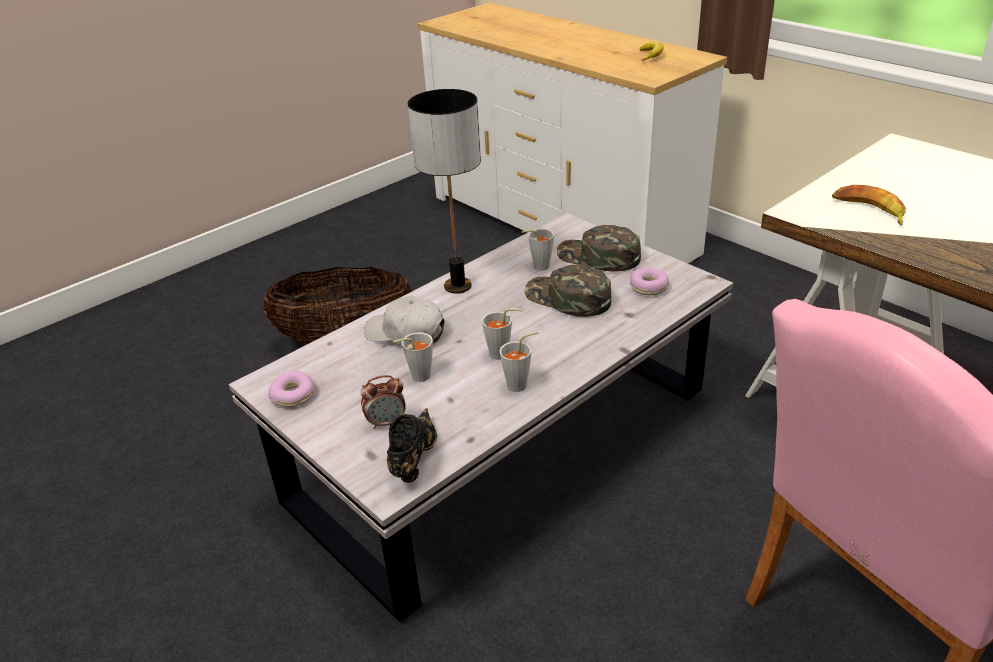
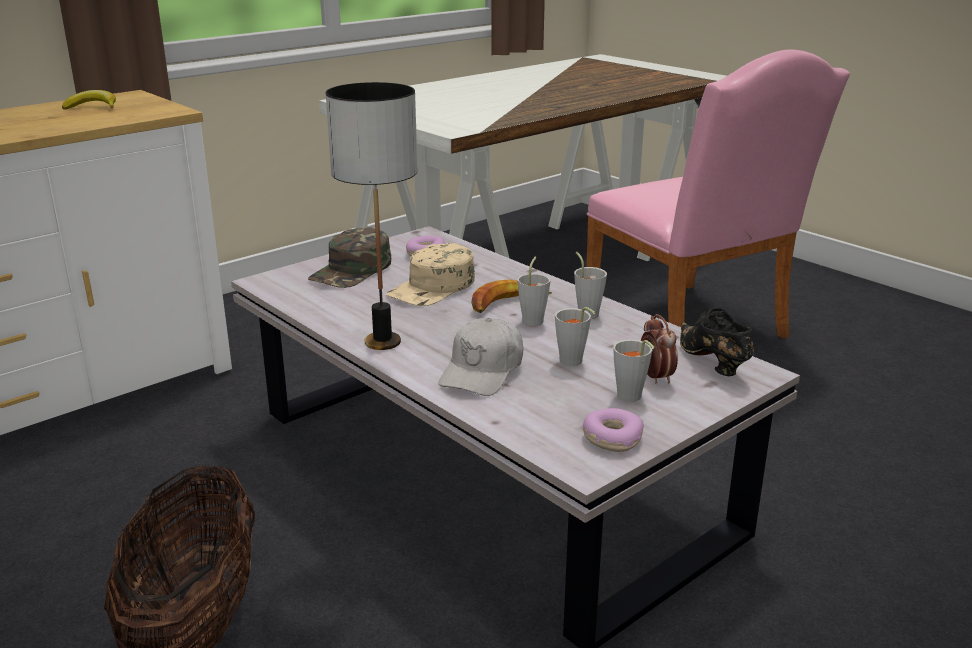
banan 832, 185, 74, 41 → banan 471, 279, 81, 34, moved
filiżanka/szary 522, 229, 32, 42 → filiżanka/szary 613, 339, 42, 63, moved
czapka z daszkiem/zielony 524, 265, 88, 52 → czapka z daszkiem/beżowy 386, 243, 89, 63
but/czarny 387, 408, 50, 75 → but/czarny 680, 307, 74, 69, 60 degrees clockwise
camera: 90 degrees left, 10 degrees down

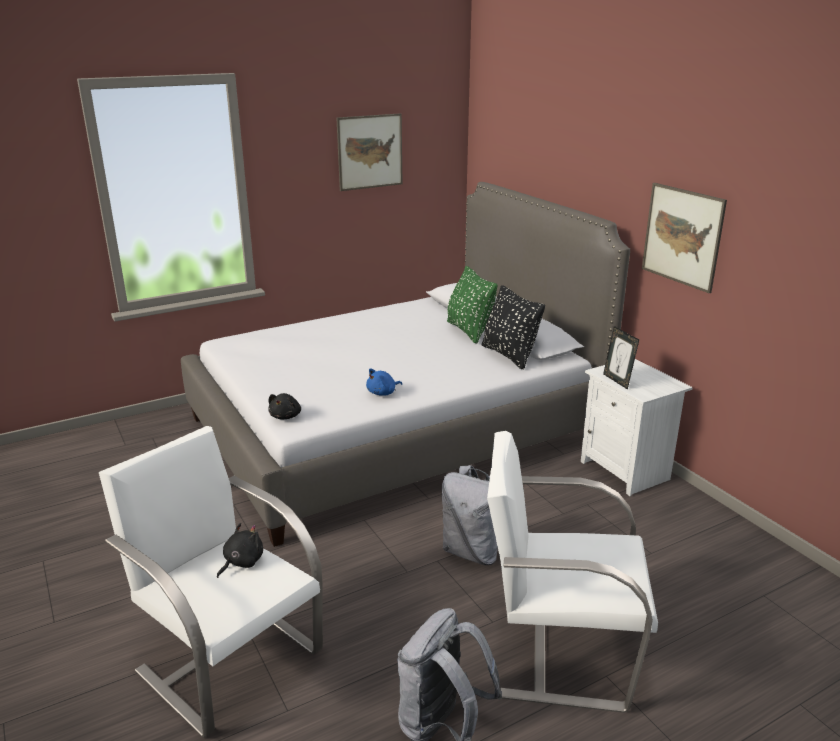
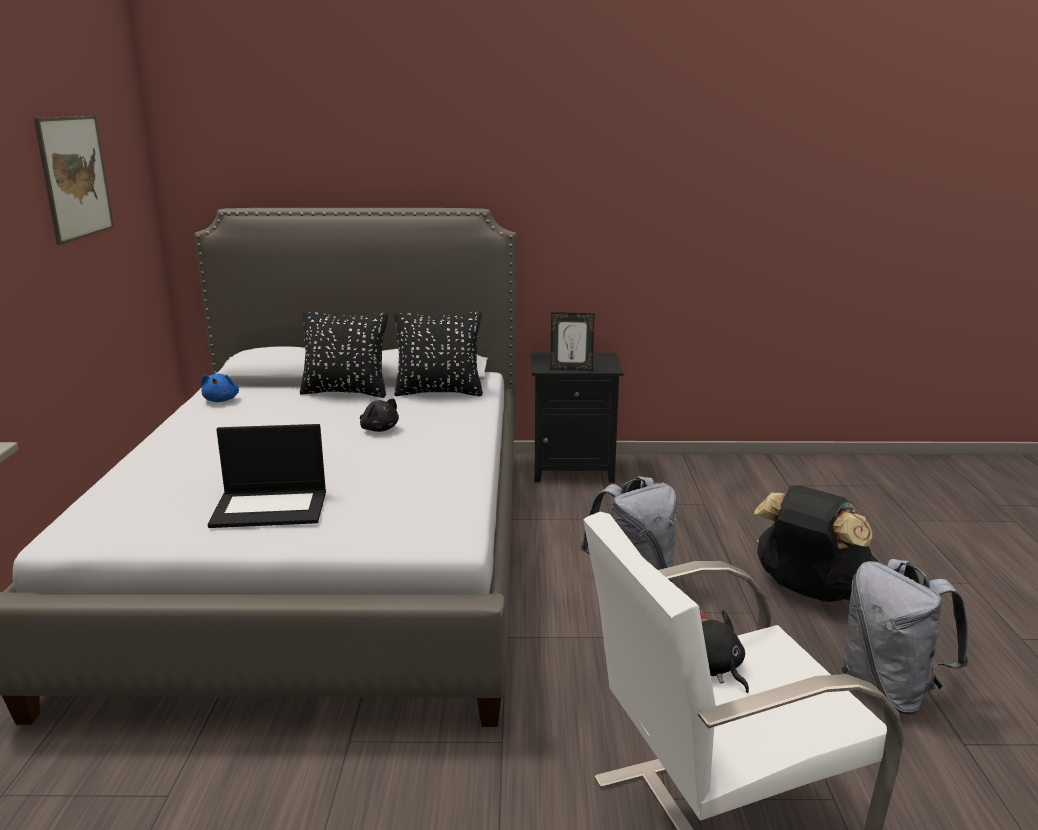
obraz 642, 183, 85, 110 → -
poduszka/zielony 447, 266, 50, 78 → poduszka/czarny 300, 311, 88, 87
szafka nocna/biały 581, 359, 112, 137 → szafka nocna/czarny 531, 353, 92, 129
pluszak/niebieski 366, 368, 36, 28 → pluszak/niebieski 201, 373, 38, 29, moved
pluszak/czarny 269, 393, 32, 27 → pluszak/czarny 360, 399, 39, 33, moved
fotel/biały 487, 431, 171, 282 → plecak/czarny 754, 485, 124, 117
- → laptop 208, 424, 118, 104
camera: 60 degrees left, 5 degrees down

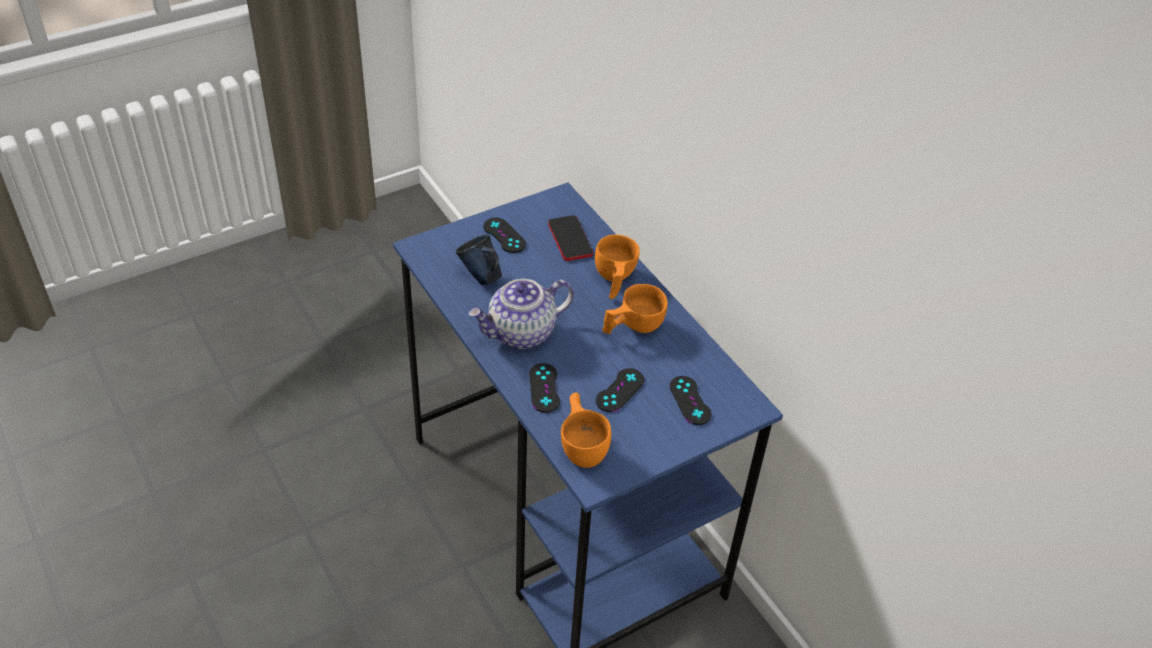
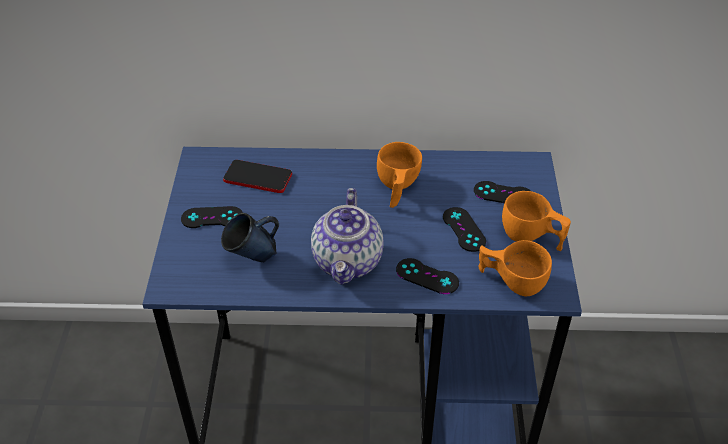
filiżanka/pomarańczowy 595, 235, 45, 64 → filiżanka/pomarańczowy 502, 191, 69, 60, moved
camera: 55 degrees left, 0 degrees up

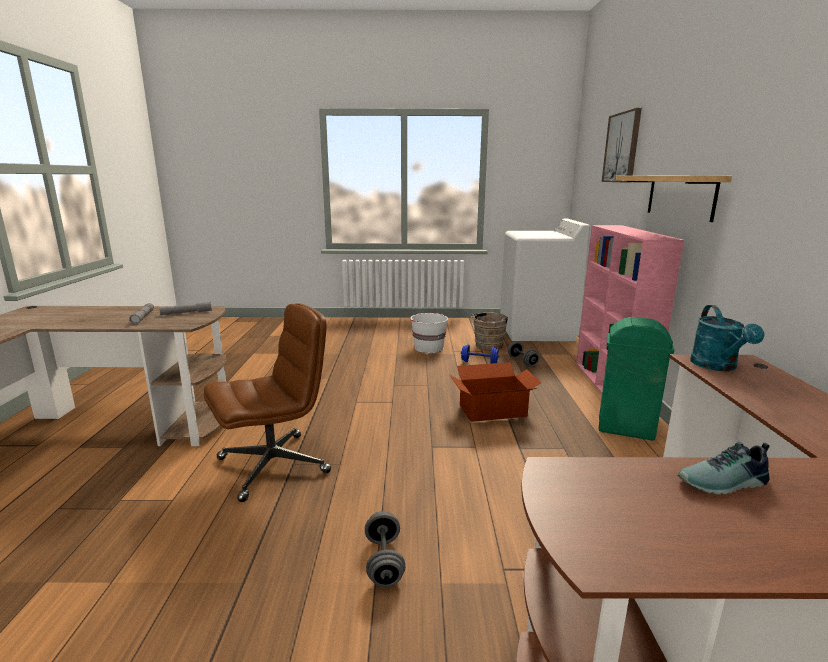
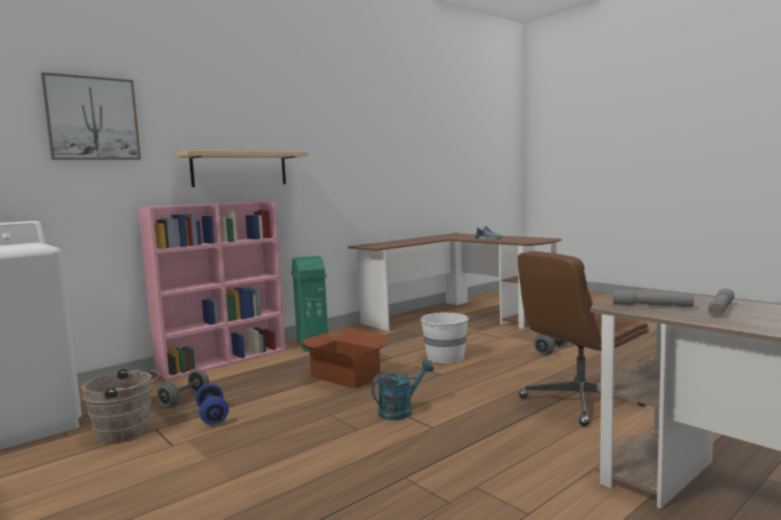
krzesło biurowe/brązowy 204, 303, 127, 199 → krzesło biurowe/brązowy 518, 251, 131, 176, 45 degrees counterclockwise
konewka/turkusowy 690, 305, 74, 66 → konewka/turkusowy 371, 360, 63, 60, moved
wiadro/biały 409, 313, 39, 40 → wiadro/biały 420, 312, 50, 51, moved
camera: 130 degrees left, 10 degrees down

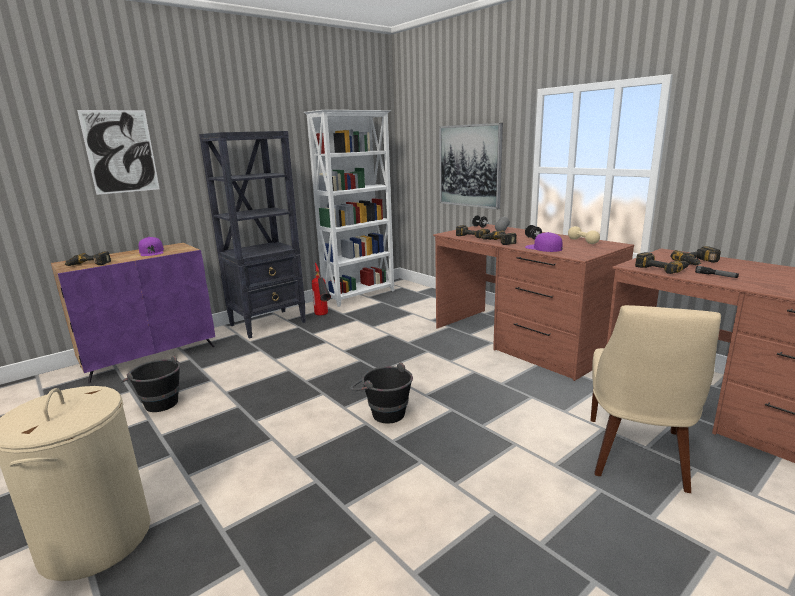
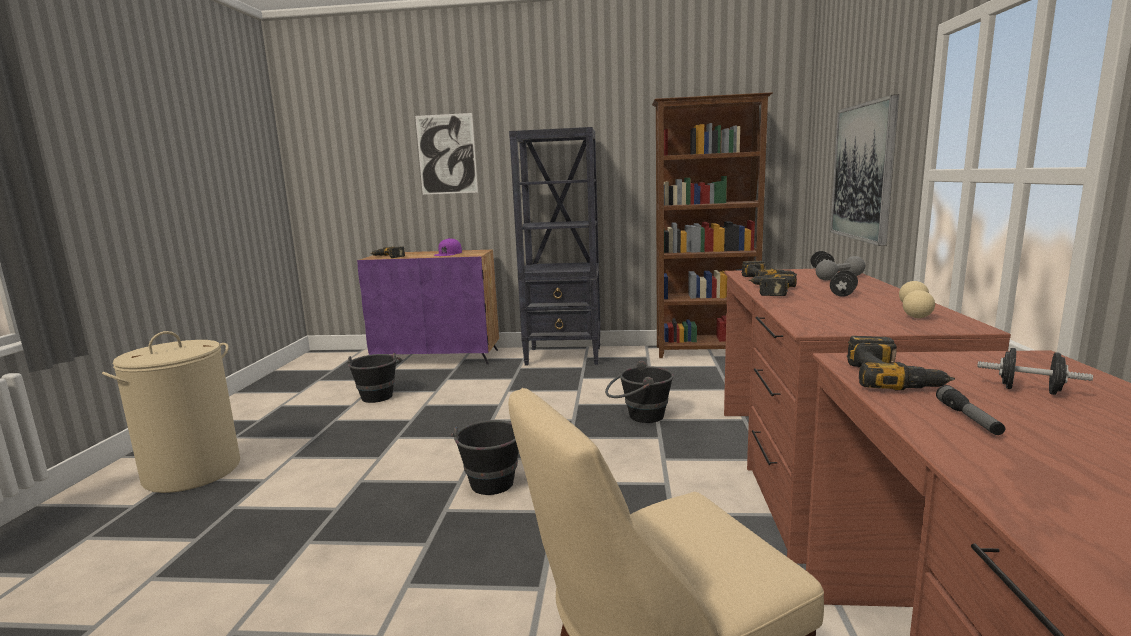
regał/biały 304, 110, 90, 197 → regał/brązowy 652, 92, 121, 266
czapka z daszkiem/fioletowy 525, 232, 38, 20 → -
wiertarka 671, 246, 50, 19 → hantel/czarny 977, 348, 116, 47
gaśnica 312, 263, 19, 53 → -
- → wiadro/czarny 605, 361, 69, 62
camera: 45 degrees right, 5 degrees down

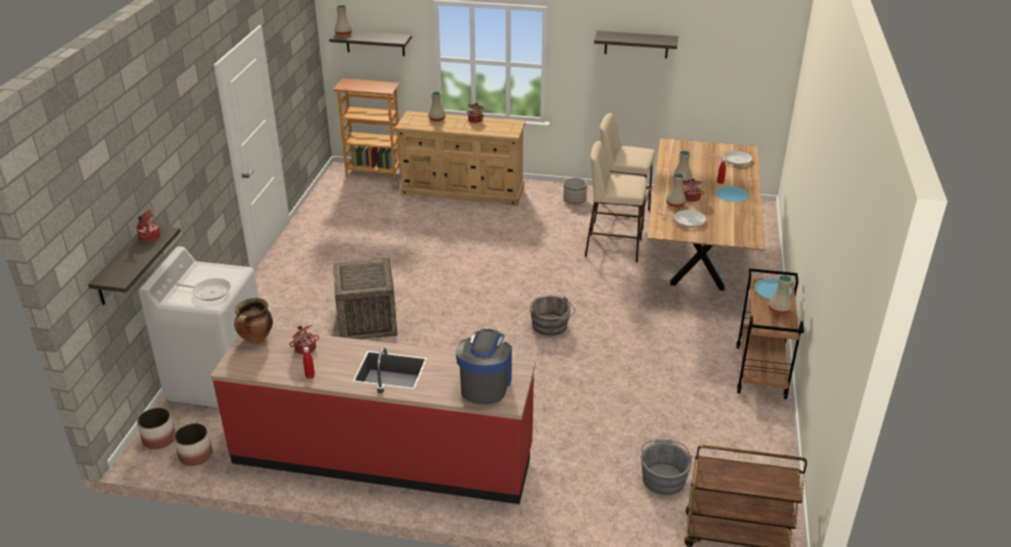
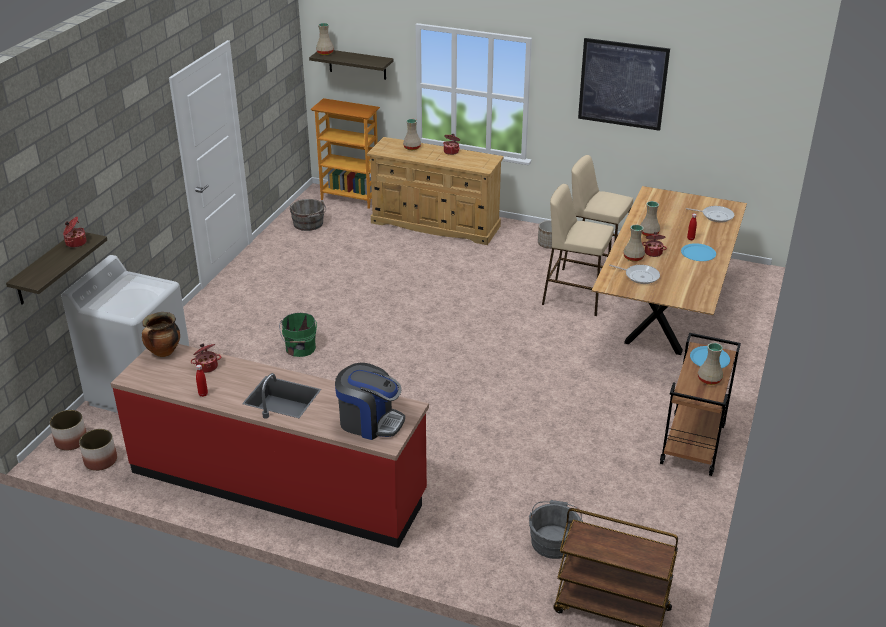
półka 594, 31, 84, 27 → obraz 578, 38, 92, 93
skrzynka 333, 258, 65, 82 → wiadro/zielony 279, 313, 38, 44
patelnia 176, 278, 55, 23 → -
wiadro/szary 530, 295, 45, 41 → wiadro/szary 290, 199, 36, 32, moved
ekspres do kawy 456, 329, 56, 76 → ekspres do kawy 335, 363, 70, 77, 90 degrees clockwise
camera: 10 degrees right, 0 degrees up

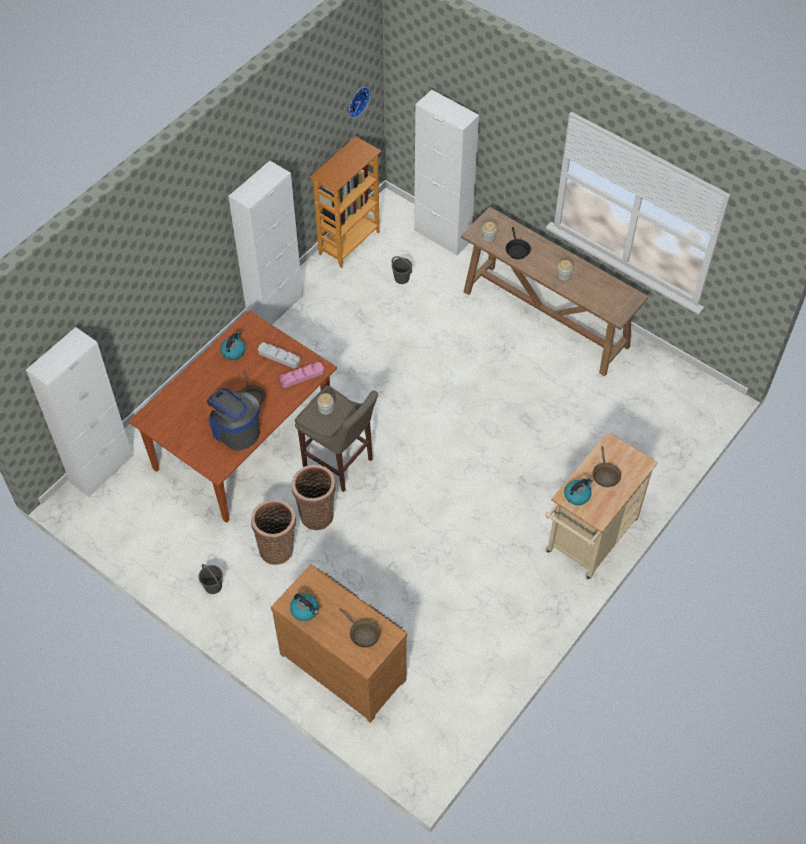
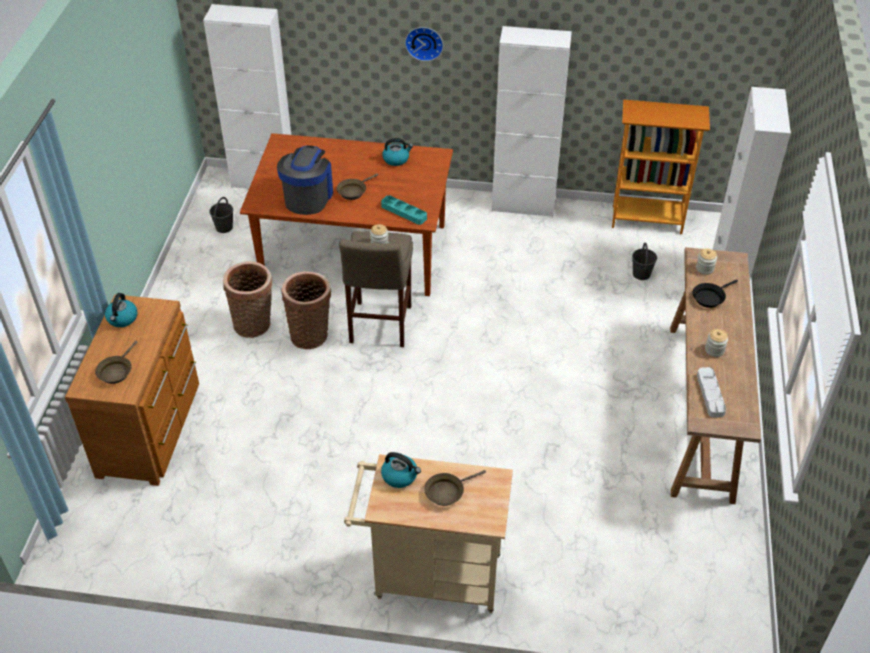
zegar ścienny 349, 87, 21, 31 → zegar ścienny 405, 27, 38, 34, moved
taca/szary 258, 342, 42, 26 → taca/szary 697, 367, 29, 51, moved
taca/różowy 280, 362, 44, 26 → taca/turkusowy 381, 195, 46, 30
wiadro/szary 198, 564, 25, 30 → wiadro/szary 209, 197, 24, 36, moved
camera: 60 degrees right, 10 degrees down

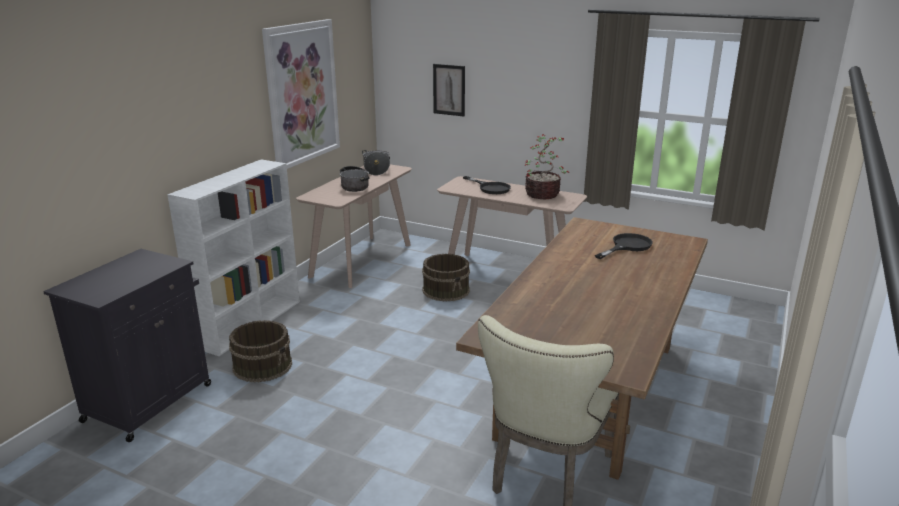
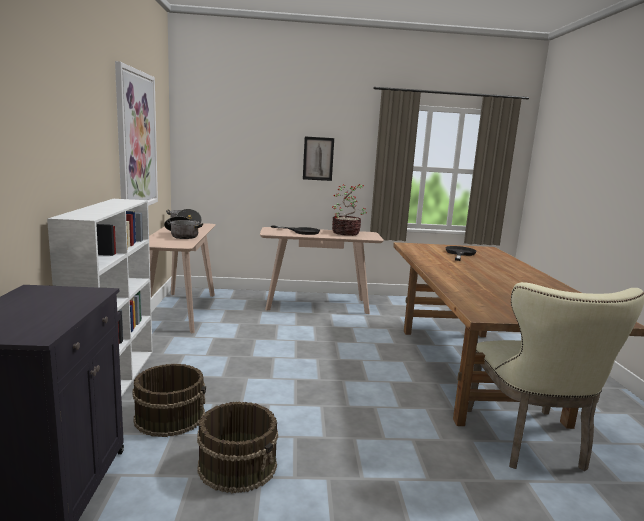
obraz 433, 64, 32, 53 → obraz 303, 136, 31, 45, moved
wiadro/brązowy 422, 254, 48, 48 → wiadro/brązowy 197, 402, 81, 91, moved
camera: 30 degrees left, 10 degrees down

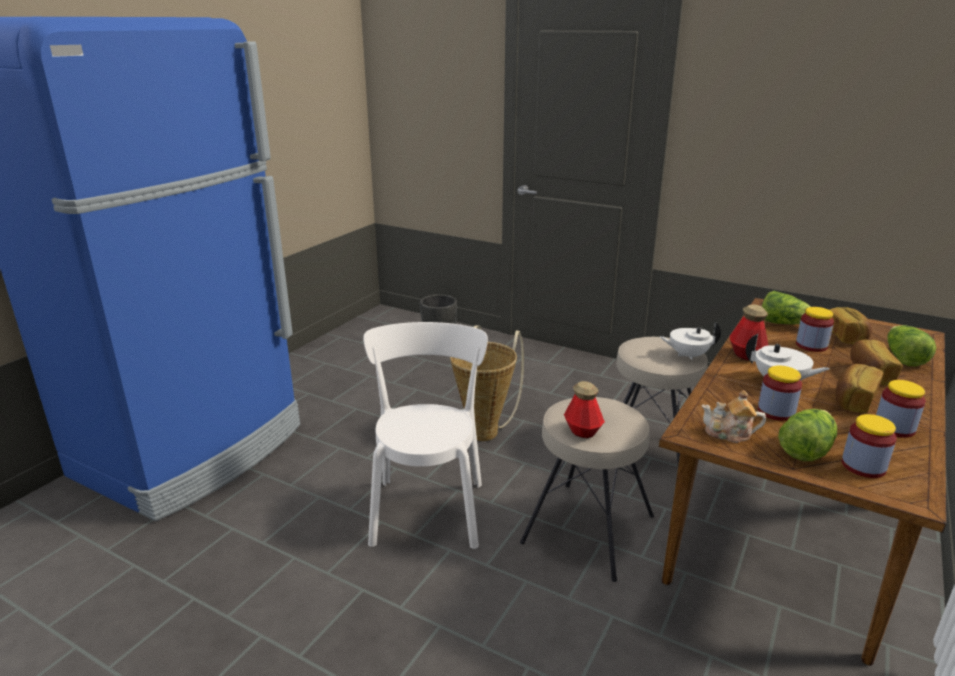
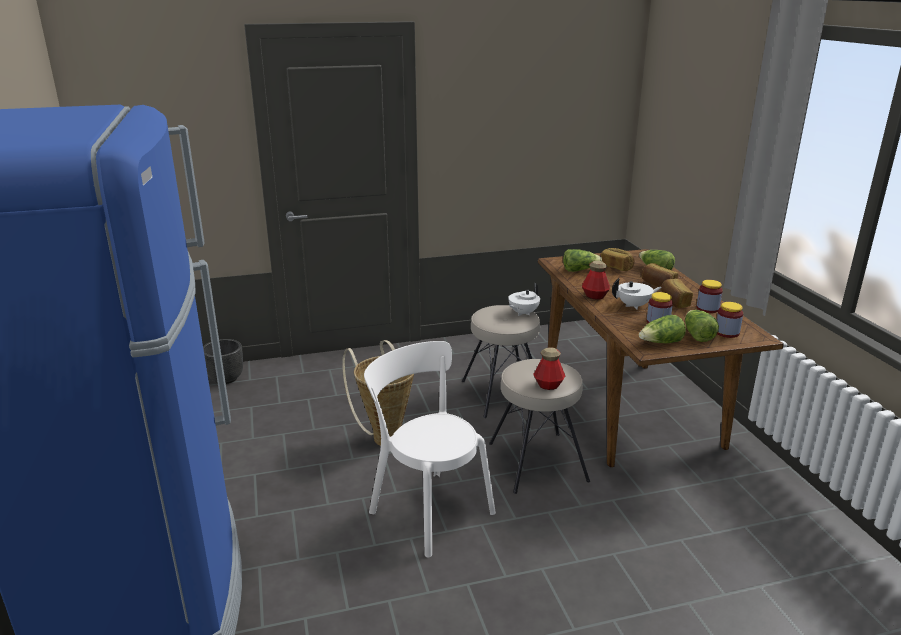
słoik 796, 307, 38, 45 → -
imbryk 701, 390, 65, 53 → sałata 639, 315, 47, 28
camera: 45 degrees left, 0 degrees up

